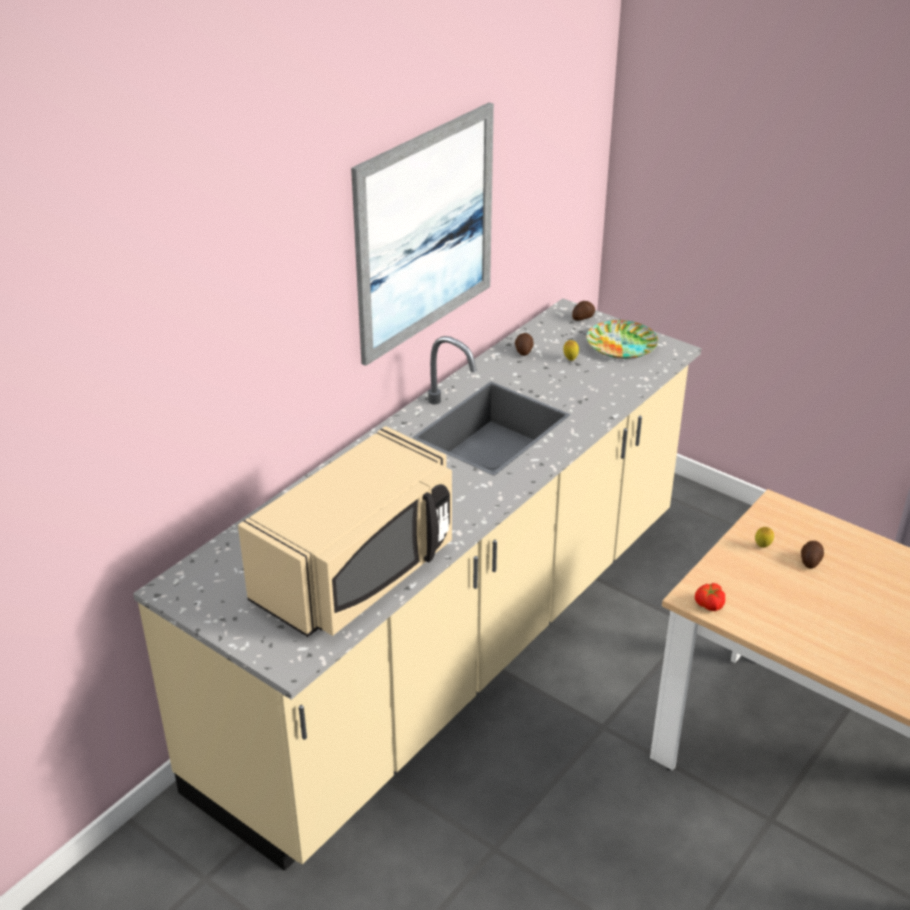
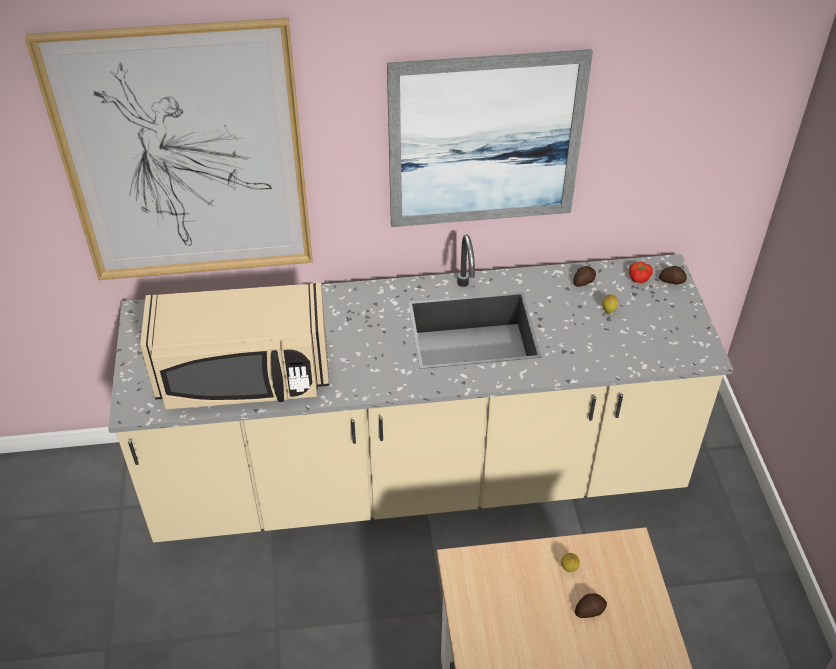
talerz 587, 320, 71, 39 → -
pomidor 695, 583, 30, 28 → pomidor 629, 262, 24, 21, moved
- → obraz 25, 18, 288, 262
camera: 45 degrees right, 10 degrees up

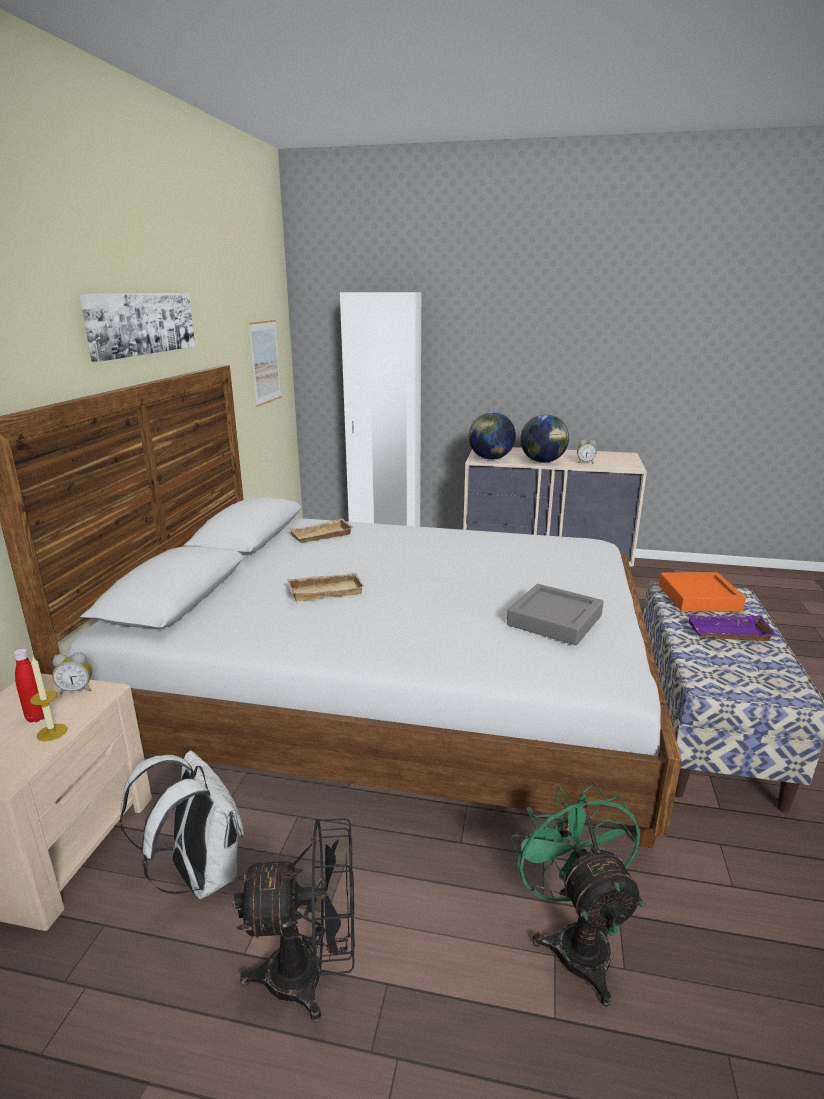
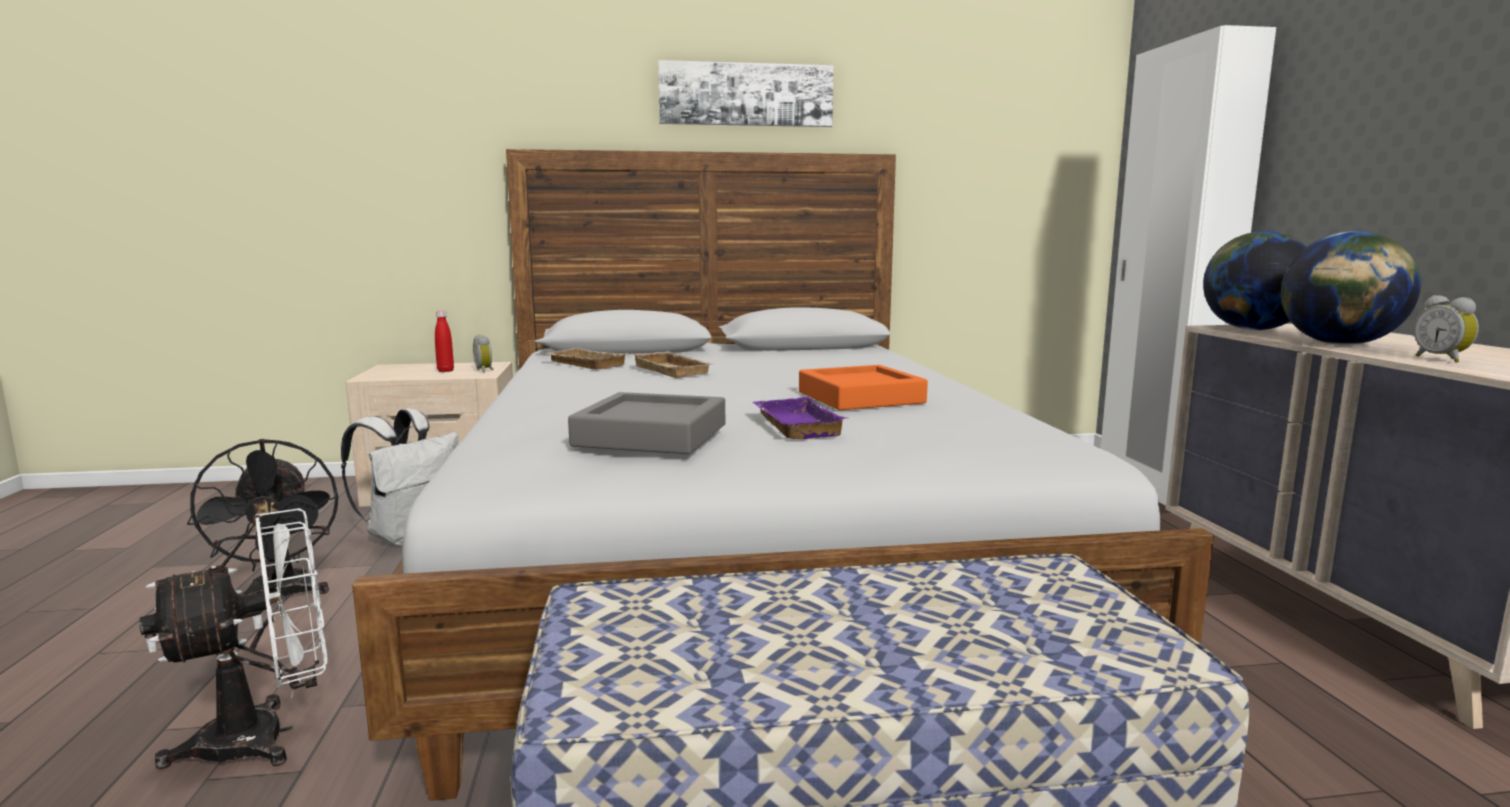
obraz 248, 320, 34, 87 → -
taca/beżowy 290, 518, 64, 25 → taca/beżowy 544, 347, 83, 22, moved
taca/pomarańczowy 659, 572, 87, 40 → taca/pomarańczowy 799, 365, 129, 45, moved
taca/fioletowy 687, 614, 90, 27 → taca/fioletowy 752, 397, 96, 42, moved
świeca 30, 657, 37, 84 → -
wentylator/zielony 511, 783, 133, 224 → wentylator/biały 139, 508, 189, 261
camera: 70 degrees right, 10 degrees down

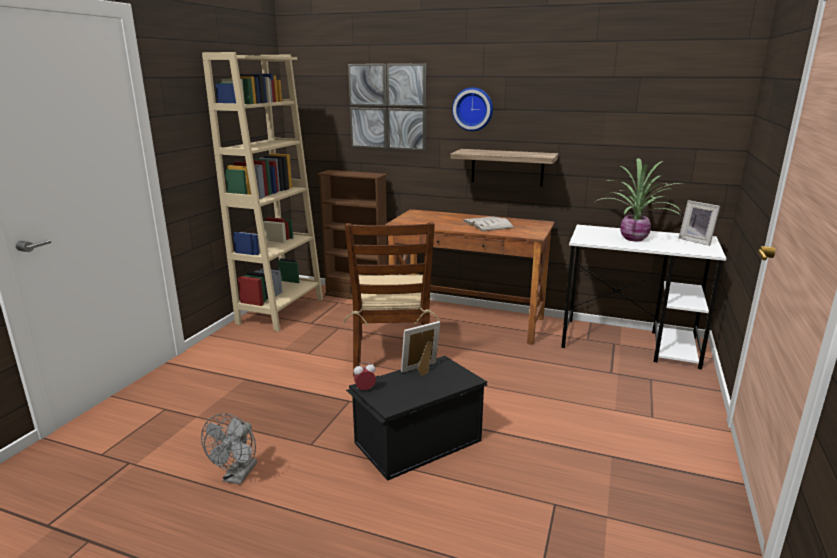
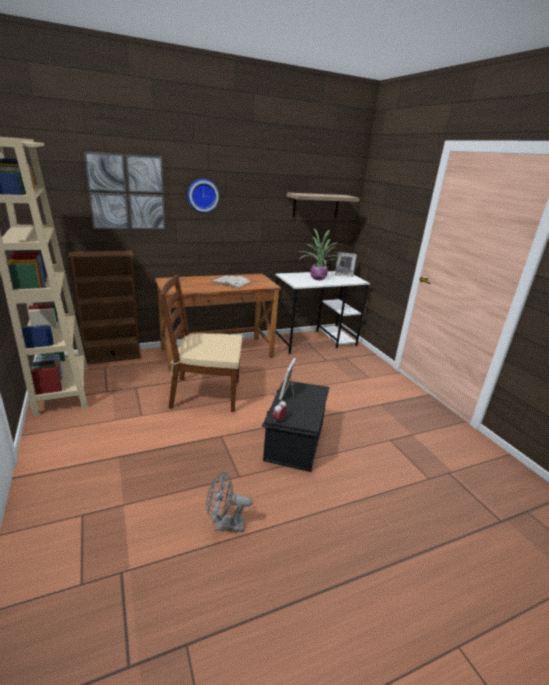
półka 450, 149, 108, 38 → półka 287, 193, 73, 25, moved
krzesło/brązowy 343, 222, 97, 154 → krzesło/brązowy 160, 275, 83, 137, 135 degrees clockwise
wentylator/szary 201, 414, 56, 70 → wentylator/szary 206, 471, 46, 61, 120 degrees clockwise
camera: 45 degrees left, 5 degrees up

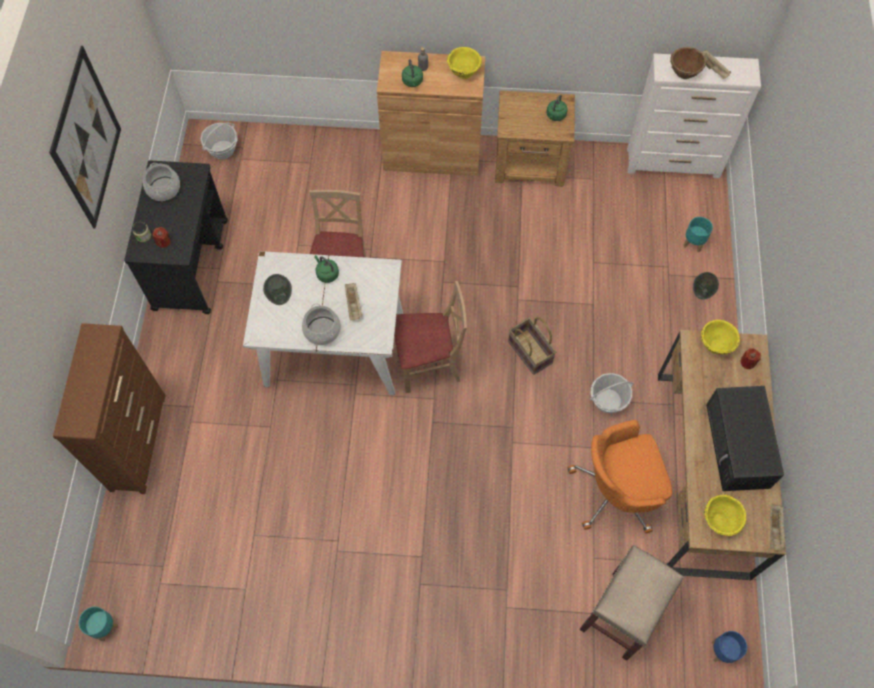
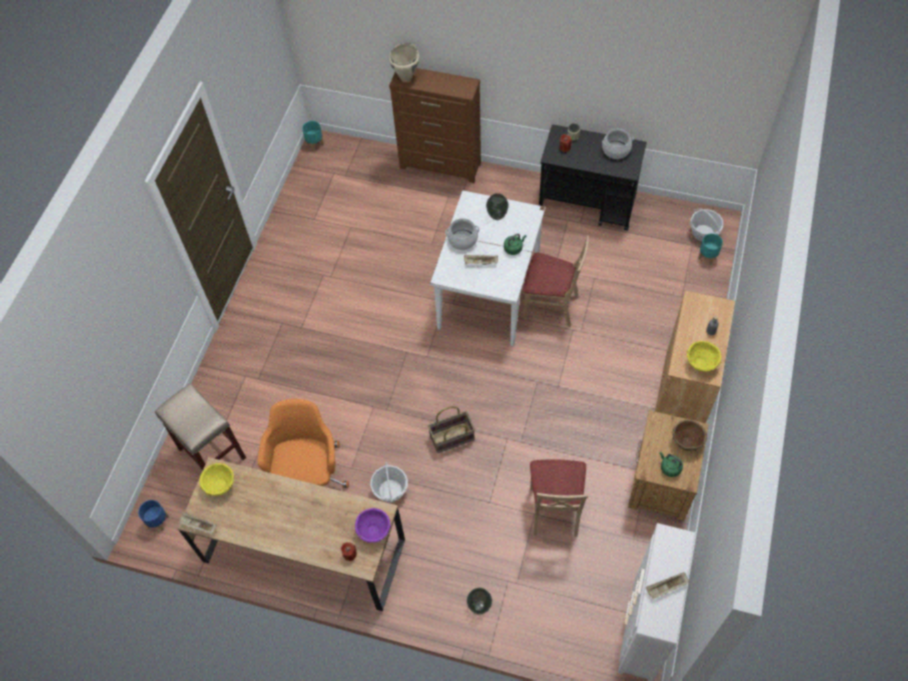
obraz 49, 46, 72, 182 → -
miska/brązowy 670, 47, 36, 32 → miska/brązowy 672, 420, 35, 31, moved
czajnik/zielony 402, 59, 21, 28 → -
donica/turkusowy 683, 217, 30, 35 → donica/turkusowy 698, 233, 25, 32, moved
krzesło/beżowy 395, 281, 72, 112 → krzesło/beżowy 530, 459, 58, 78, moved
miska/żółty 701, 320, 39, 35 → miska/fioletowy 354, 508, 37, 35
mikrofalówka/czarny 706, 386, 78, 105 → -
- → garnek/beżowy 389, 43, 30, 39
camera: 105 degrees right, 5 degrees down

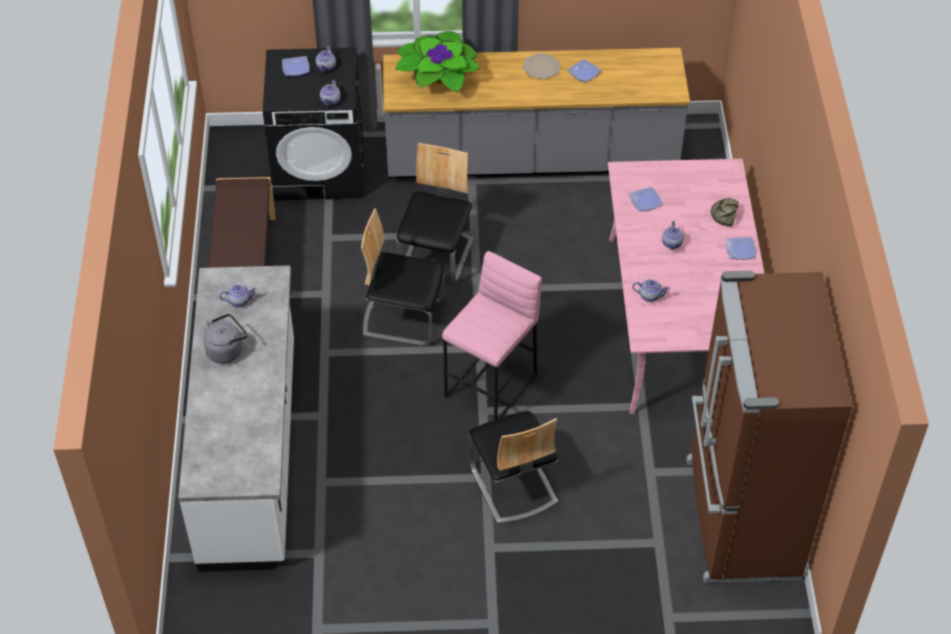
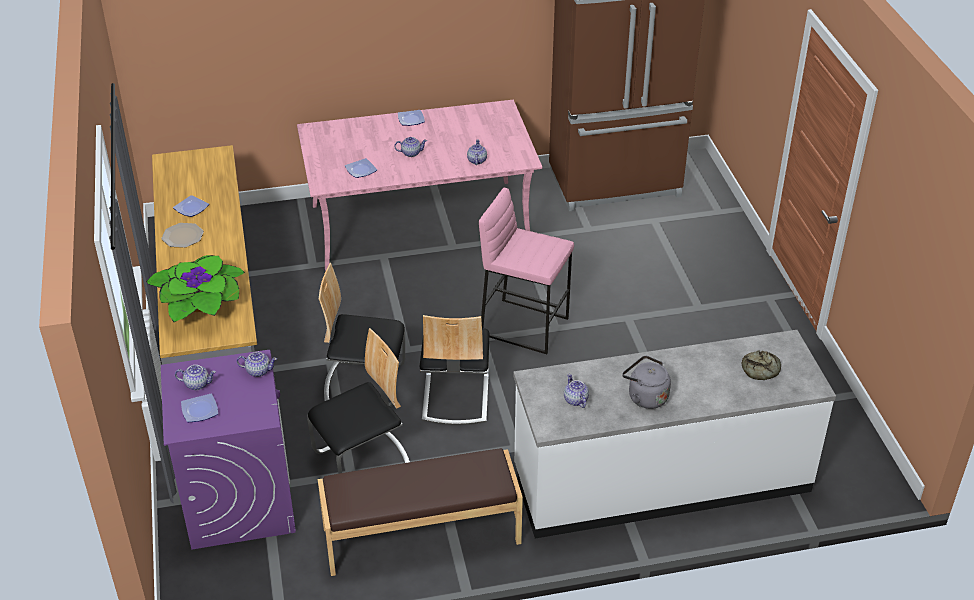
pralka/czarny 263, 48, 100, 152 → pralka/fioletowy 161, 350, 135, 200
chleb 711, 198, 28, 28 → chleb 742, 351, 39, 29, moved
krzesło 468, 411, 90, 112 → krzesło 307, 328, 103, 146, moved
camera: 100 degrees left, 10 degrees down

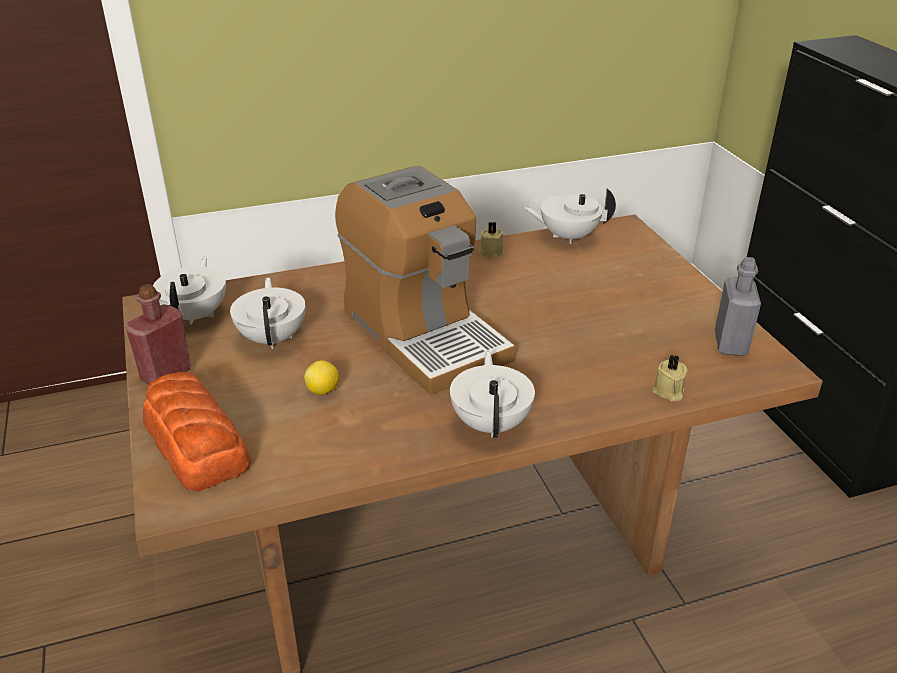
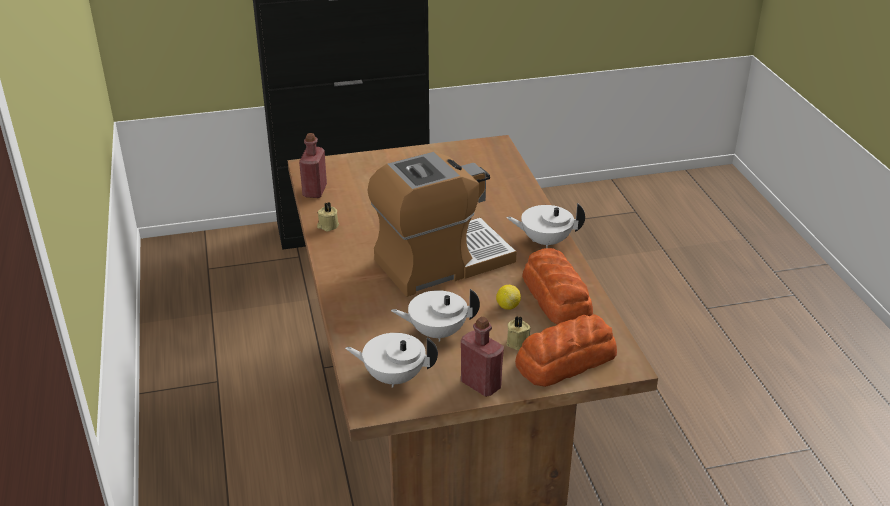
imbryk/biały 523, 189, 93, 55 → butelka/czerwony 299, 133, 28, 65
butelka/szary 715, 257, 46, 99 → -
świeca/beżowy 652, 354, 36, 48 → świeca/beżowy 507, 316, 24, 34, moved
- → chleb 522, 248, 71, 77
camera: 85 degrees left, 0 degrees up

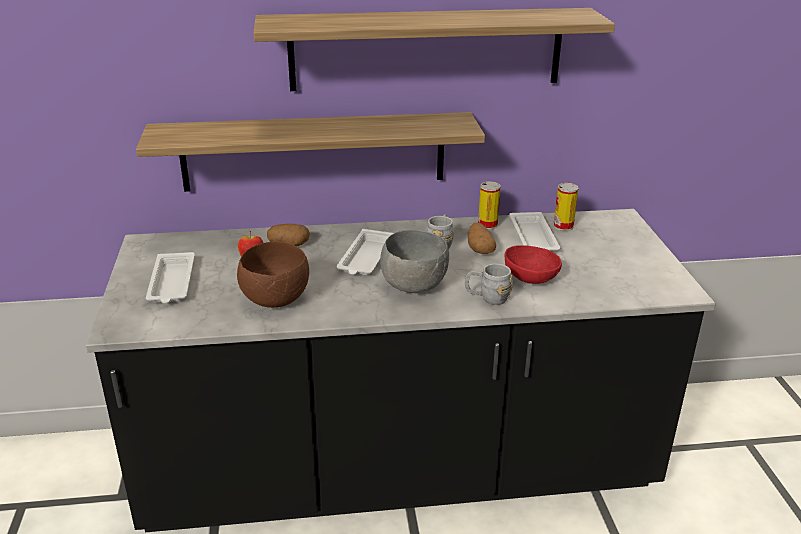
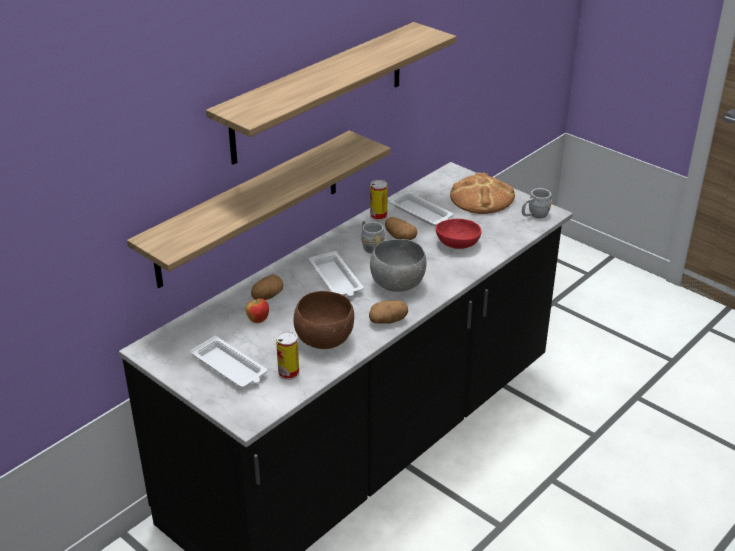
puszka 553, 183, 26, 48 → puszka 276, 331, 23, 49, moved
kubek/szary 465, 263, 48, 42 → kubek/szary 522, 188, 30, 30, moved
- → chleb 450, 172, 65, 42
- → ziemniak 369, 301, 39, 23
camera: 40 degrees left, 5 degrees up

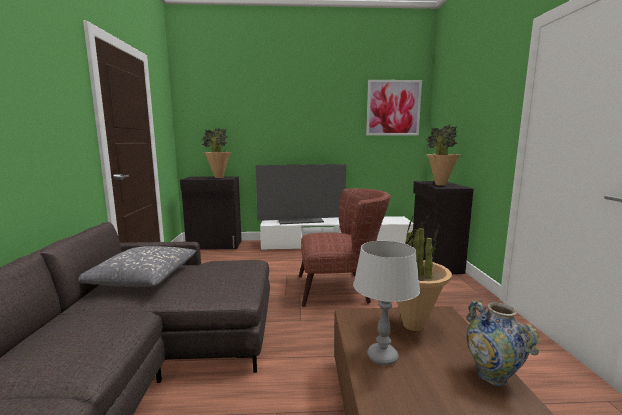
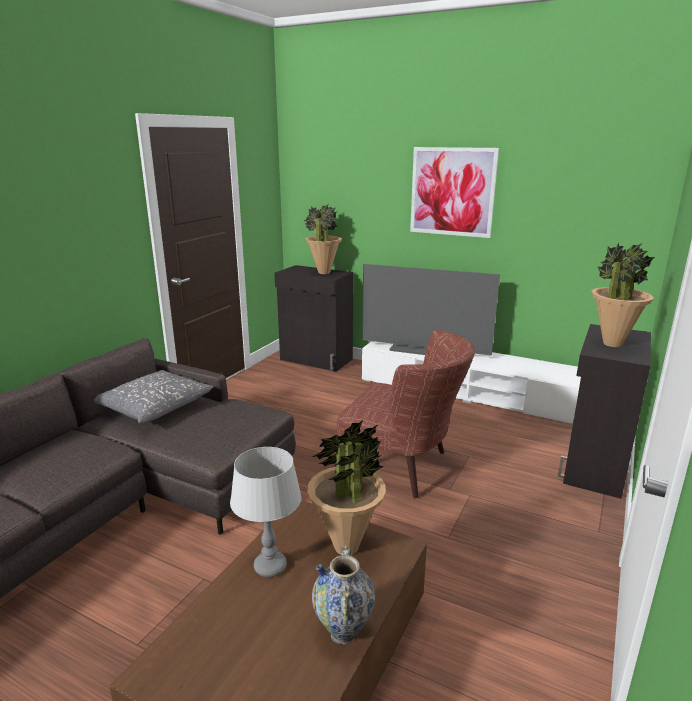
obraz 366, 80, 56, 55 → obraz 410, 147, 89, 91, moved
camera: 30 degrees right, 10 degrees up

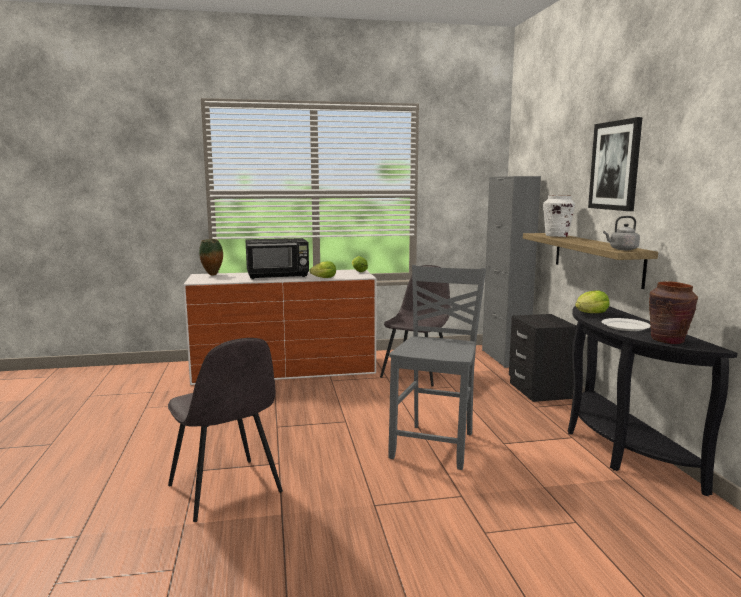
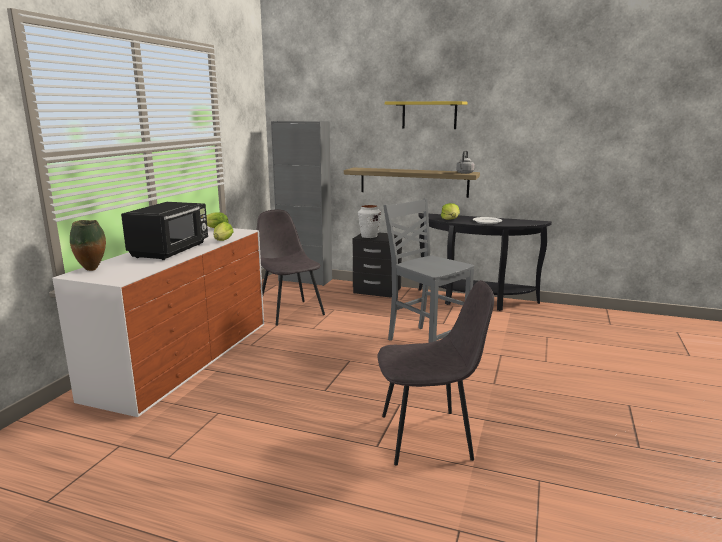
obraz 588, 117, 54, 94 → półka/żółty 385, 101, 83, 28
wazon/biały 543, 195, 32, 42 → wazon/biały 358, 205, 23, 33, moved
wazon/brązowy 649, 281, 49, 63 → -
camera: 60 degrees left, 5 degrees up

